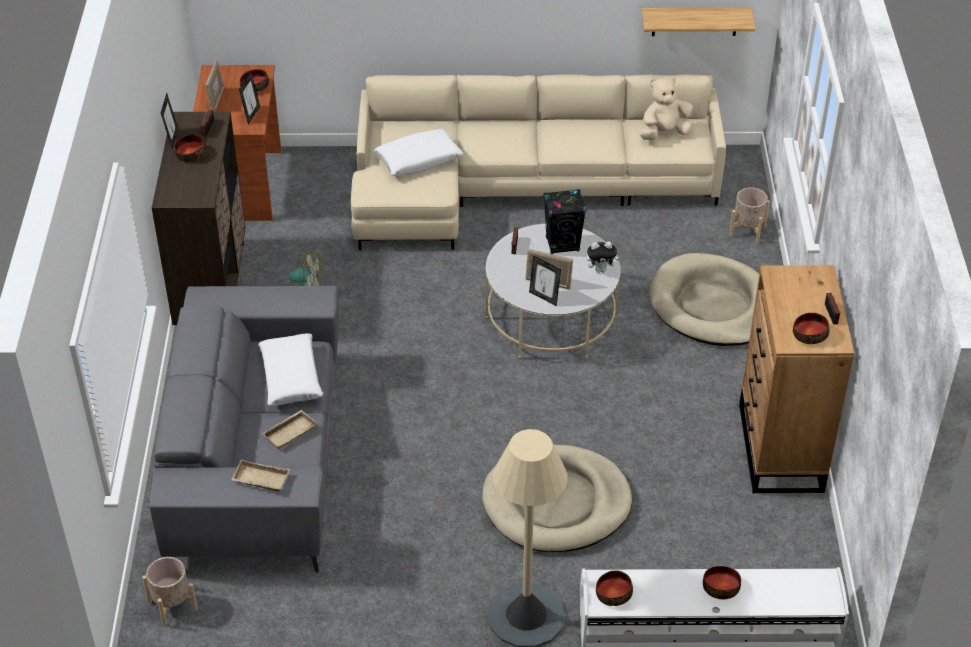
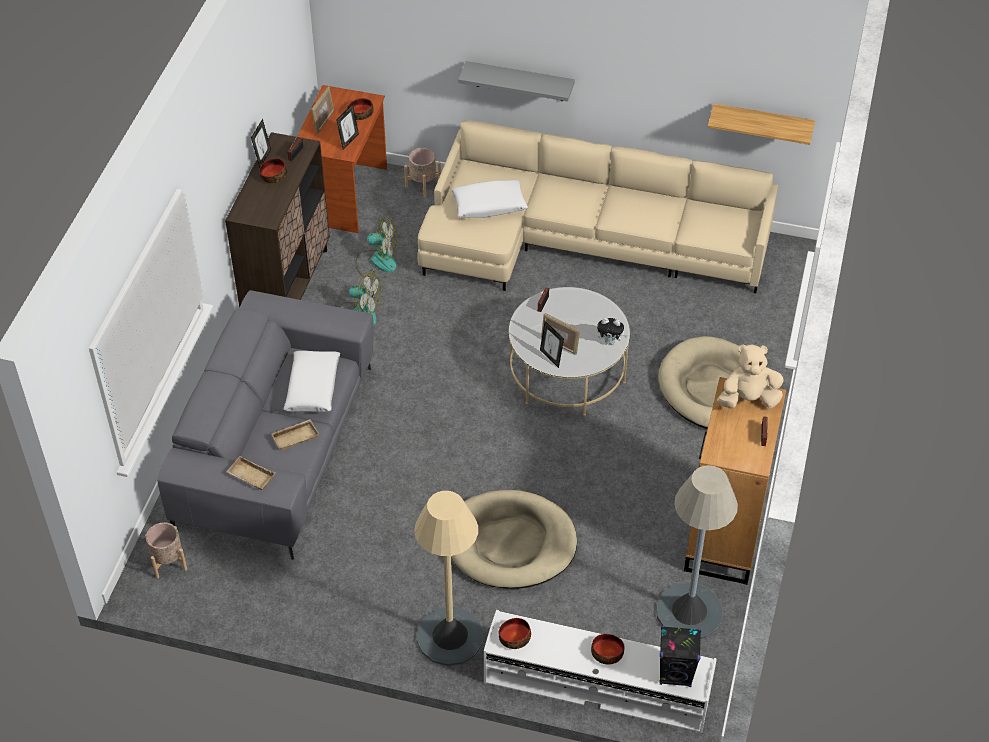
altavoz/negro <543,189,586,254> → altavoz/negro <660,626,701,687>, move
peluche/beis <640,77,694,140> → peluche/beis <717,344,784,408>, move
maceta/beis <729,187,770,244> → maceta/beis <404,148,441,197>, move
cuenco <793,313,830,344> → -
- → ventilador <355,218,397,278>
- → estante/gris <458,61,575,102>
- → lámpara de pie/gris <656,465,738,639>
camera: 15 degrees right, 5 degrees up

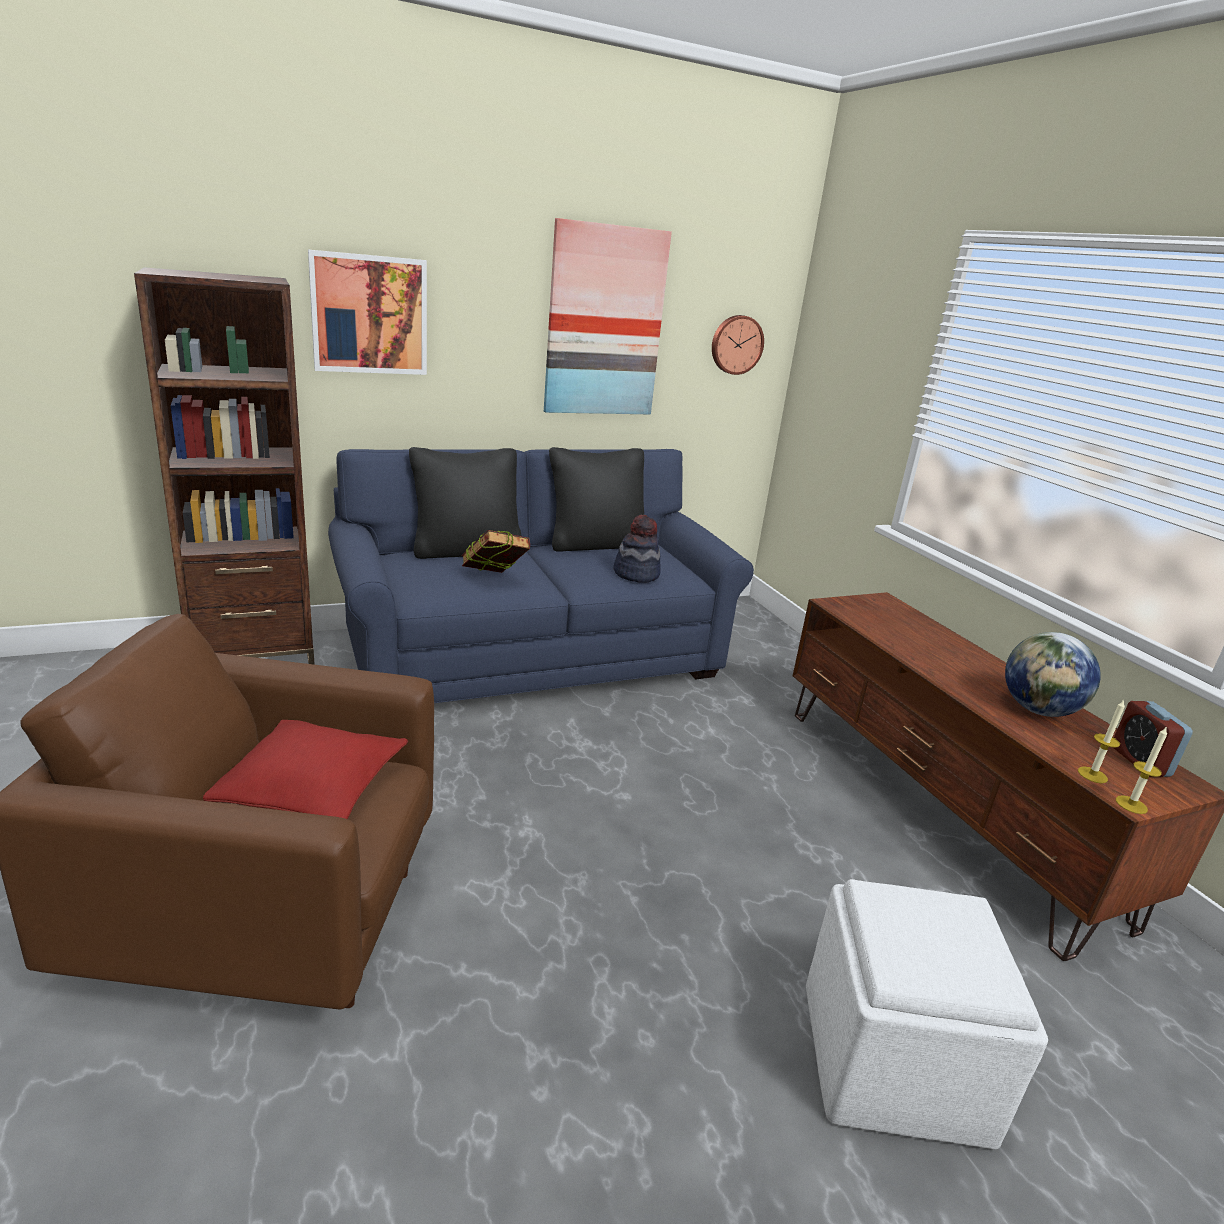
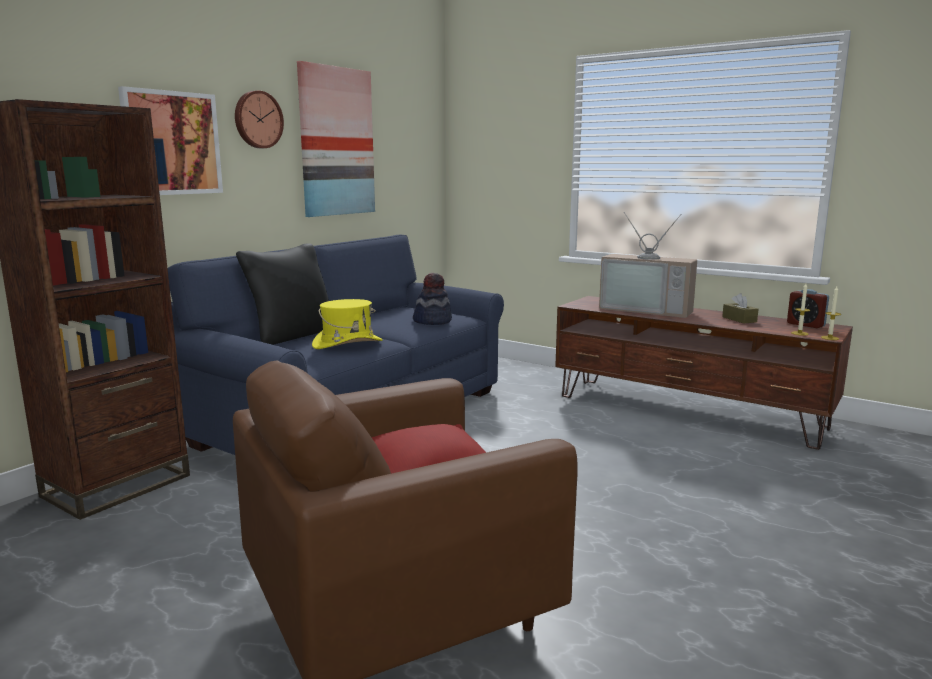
libro <462,530,530,573> → sombrero/amarillo <312,299,383,349>
cojín/negro <549,447,644,552> → -
reloj de pared <712,315,764,375> → reloj de pared <235,91,284,148>, move
puf/blanco <806,879,1048,1149> → -
globo terráqueo <1005,632,1101,717> → caja de pañuelos/marrón <722,293,758,323>
- → televisor <599,212,697,318>
camera: 30 degrees left, 10 degrees down

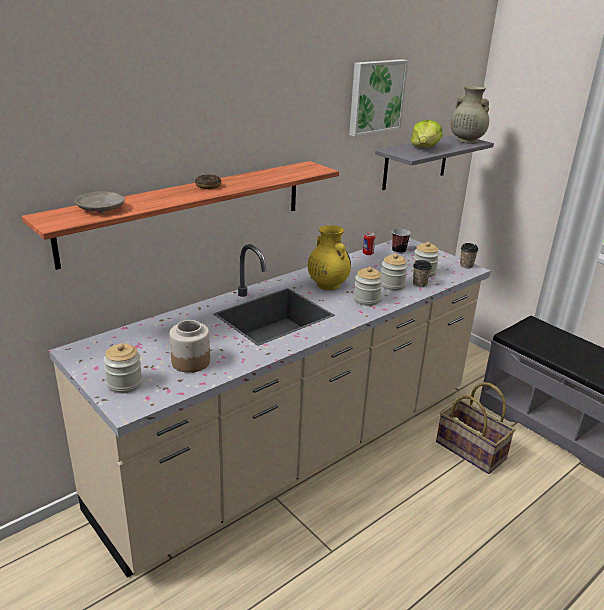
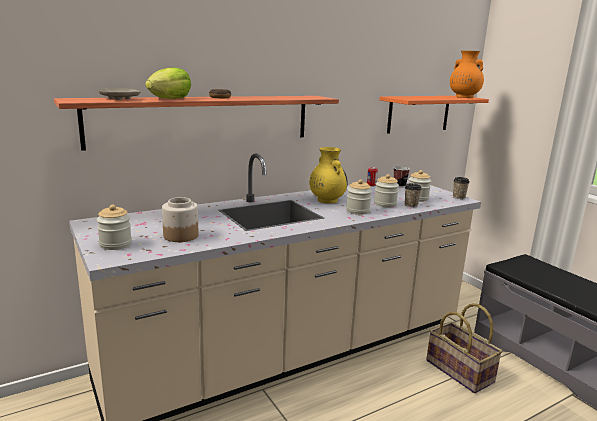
cuadro <349,59,408,137> → -
estante/gris <375,135,494,190> → estante/naranja <380,96,489,133>
lechuga <410,120,442,147> → lechuga <145,67,191,99>, move
florero/beis <450,86,489,144> → florero/naranja <450,51,484,98>
camera: 10 degrees right, 10 degrees down

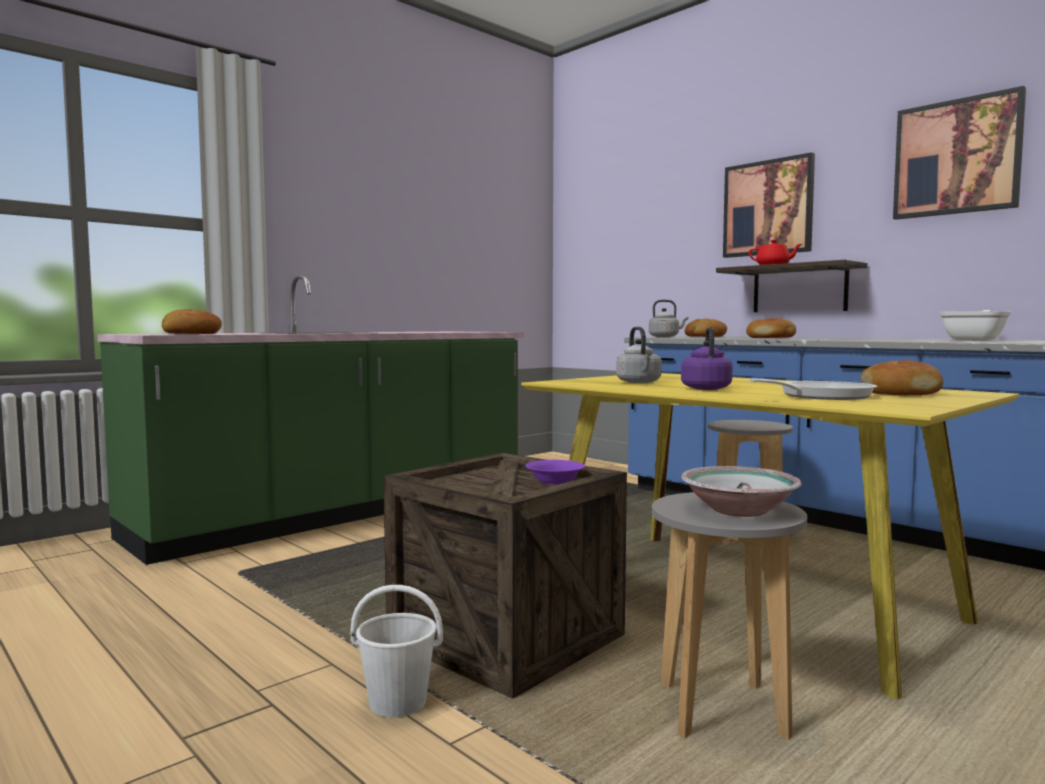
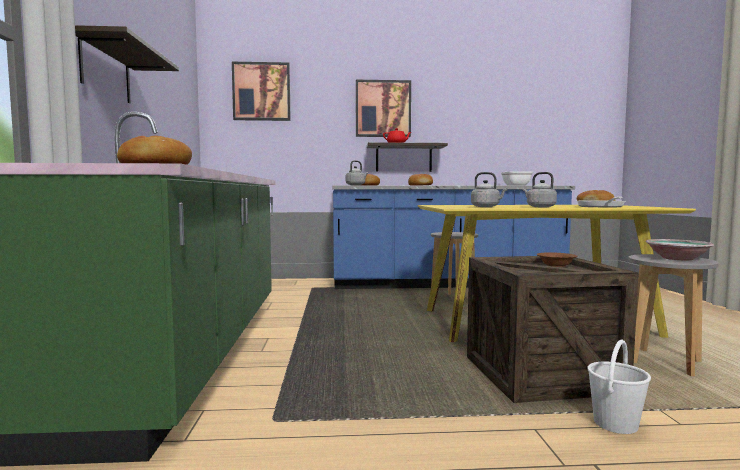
cuenco/morado <525,460,585,485> → cuenco/marrón <537,252,577,267>
hervidor/morado <681,327,733,390> → hervidor/gris <523,172,557,207>
cuadro <893,86,1026,220> → cuadro <232,62,291,121>, move
- → estante <75,25,179,103>
camera: 50 degrees left, 0 degrees up

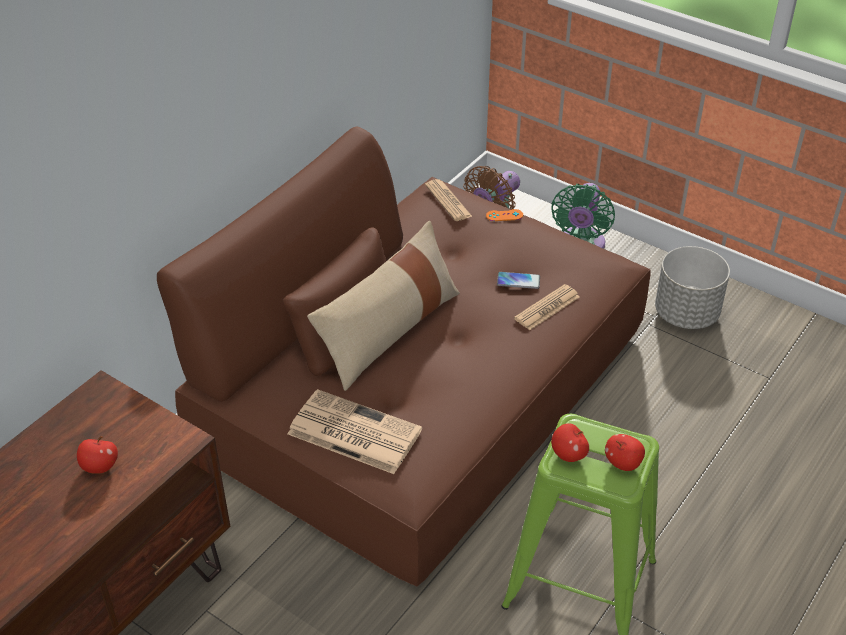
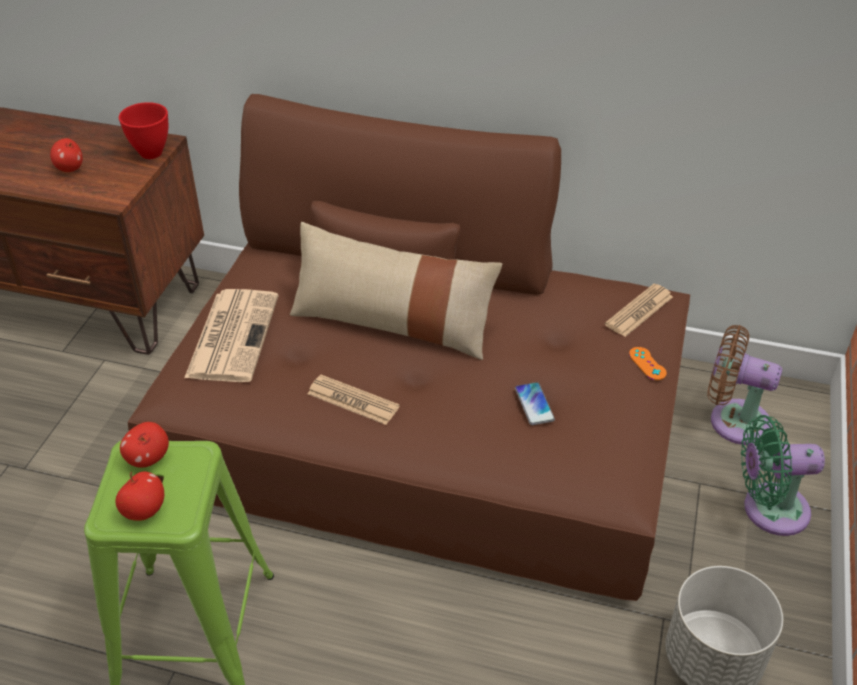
periódico <514,284,580,330> → periódico <307,374,400,425>, move
- → cuenco/rojo <119,102,168,159>
camera: 70 degrees right, 0 degrees up

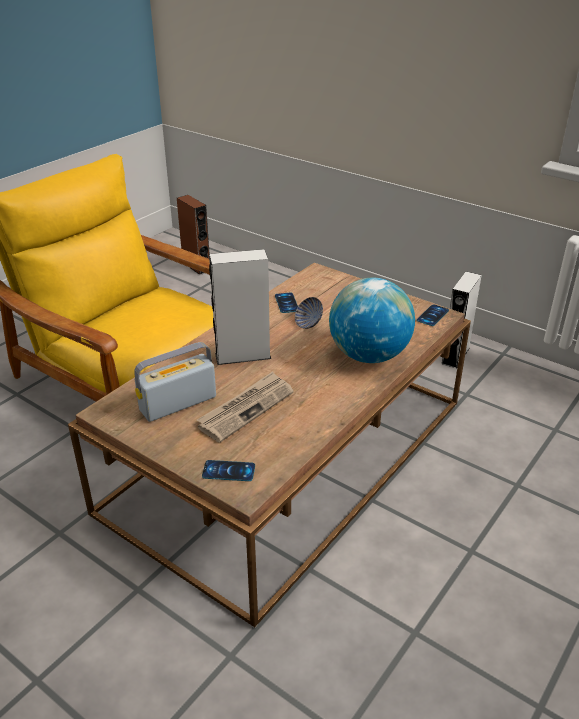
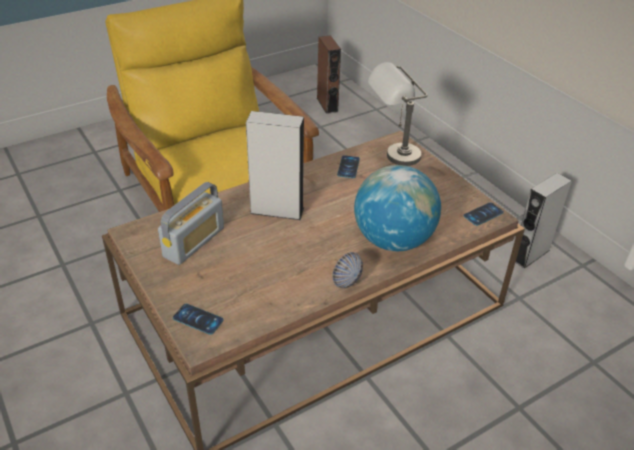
radio <134,342,216,422> → radio <158,182,224,265>, 135 degrees clockwise
periódico <197,371,293,442> → -
cuenco <295,297,323,329> → cuenco <332,252,363,288>, move
- → lámpara de mesa/gris <368,62,428,166>
camera: 20 degrees right, 5 degrees up

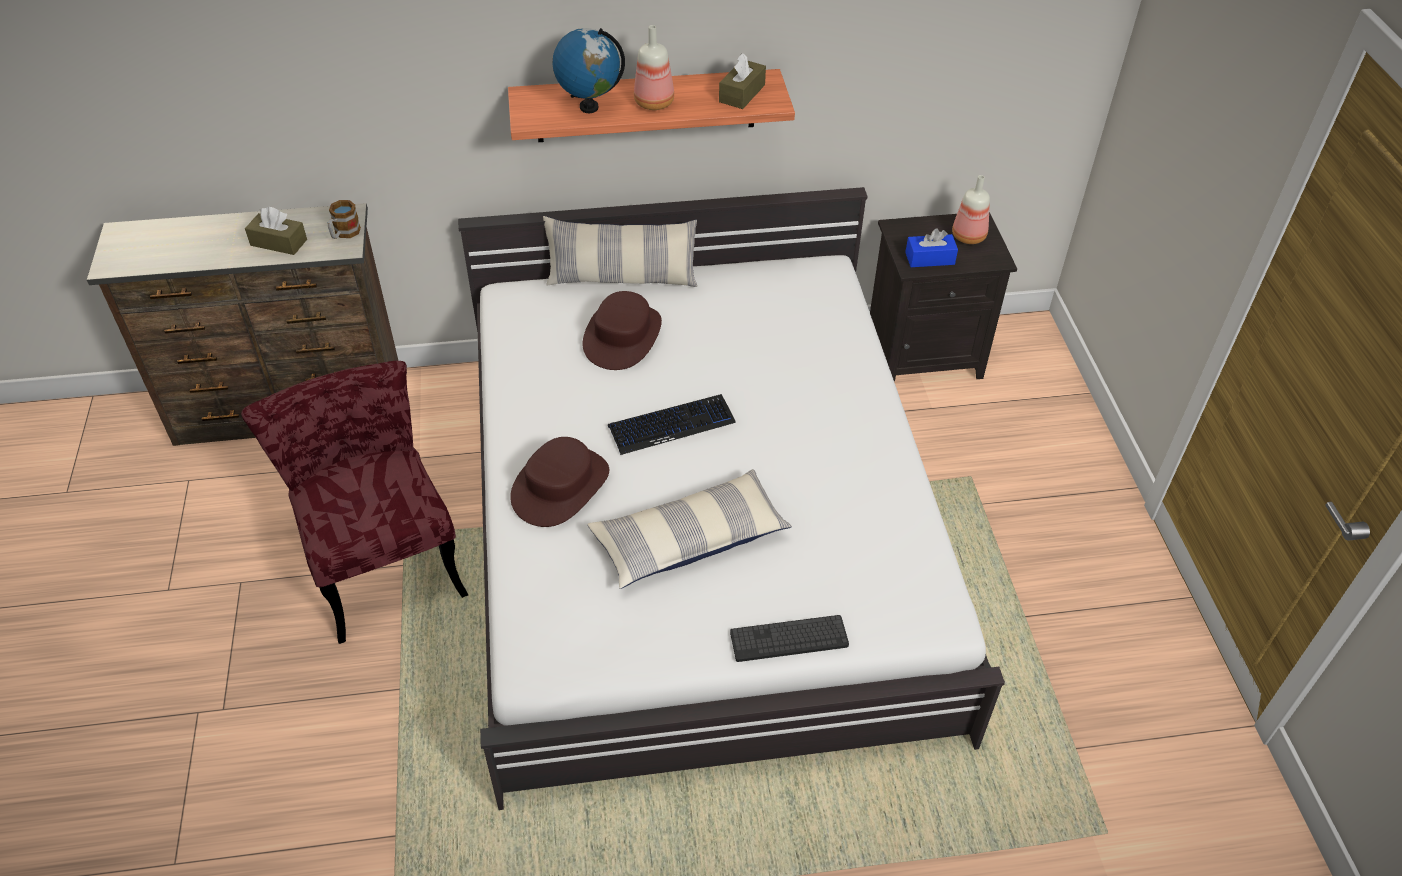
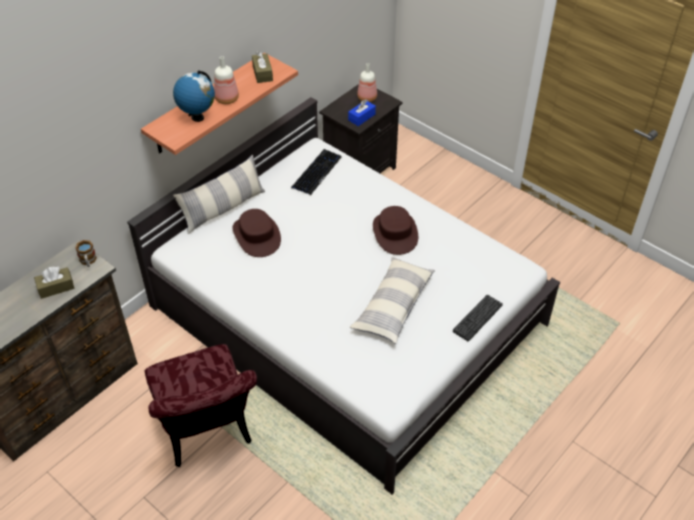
silla/rojo <241,361,468,644> → silla/rojo <145,344,257,467>, 135 degrees counterclockwise
sombrero/marrón <510,437,609,527> → sombrero/marrón <373,206,418,255>, move
teclado <608,394,736,455> → teclado <291,149,342,195>, move
camera: 40 degrees left, 0 degrees up

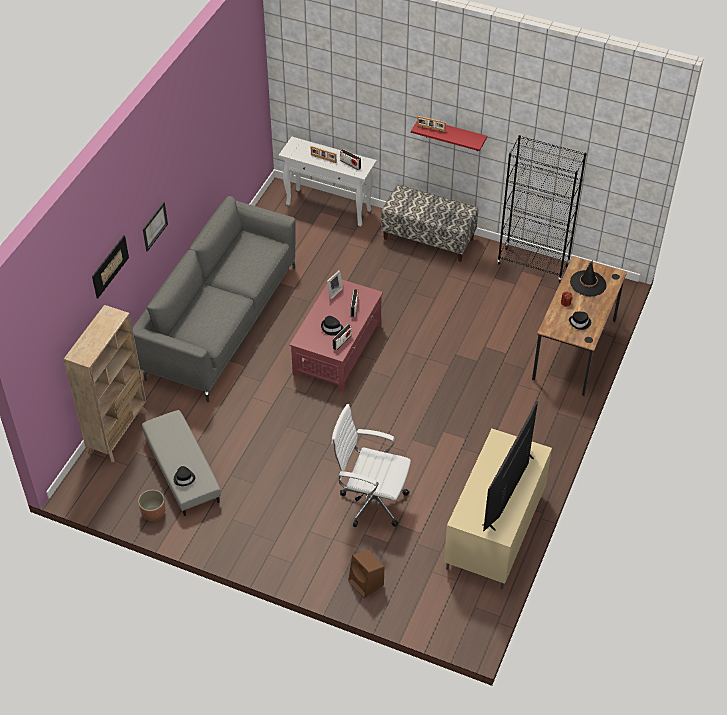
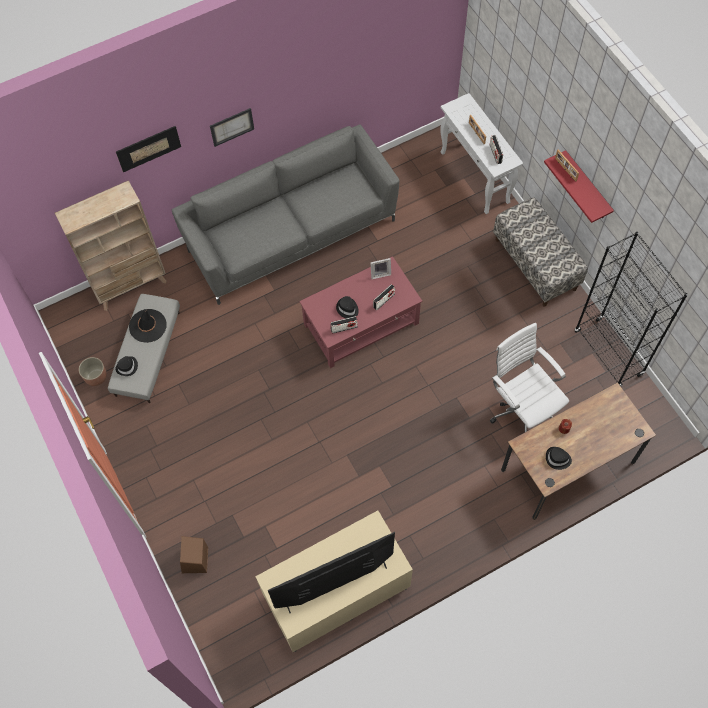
silla de oficina/blanco <331,404,411,527> → silla de oficina/blanco <490,323,569,432>, move
sombrero/negro <570,260,606,296> → sombrero/negro <129,309,167,343>, move
camera: 40 degrees right, 15 degrees up

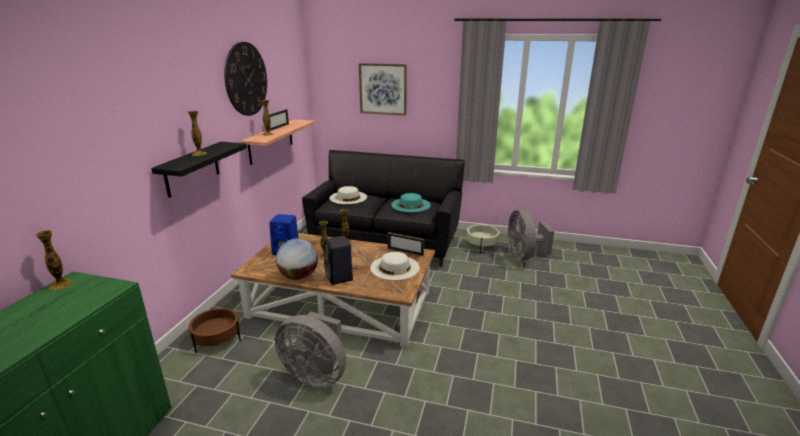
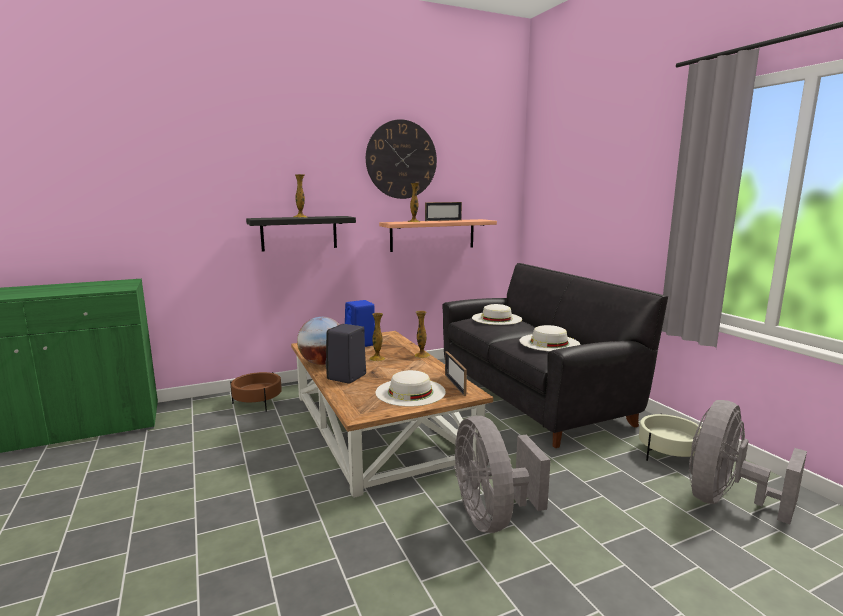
florero <35,230,73,290> → -
ventilador/gris <275,312,346,388> → ventilador/gris <454,416,551,533>, move
cuadro <359,63,407,115> → -
sombrero/turquesa <391,193,431,212> → sombrero/blanco <519,325,580,351>
camera: 50 degrees right, 10 degrees down

